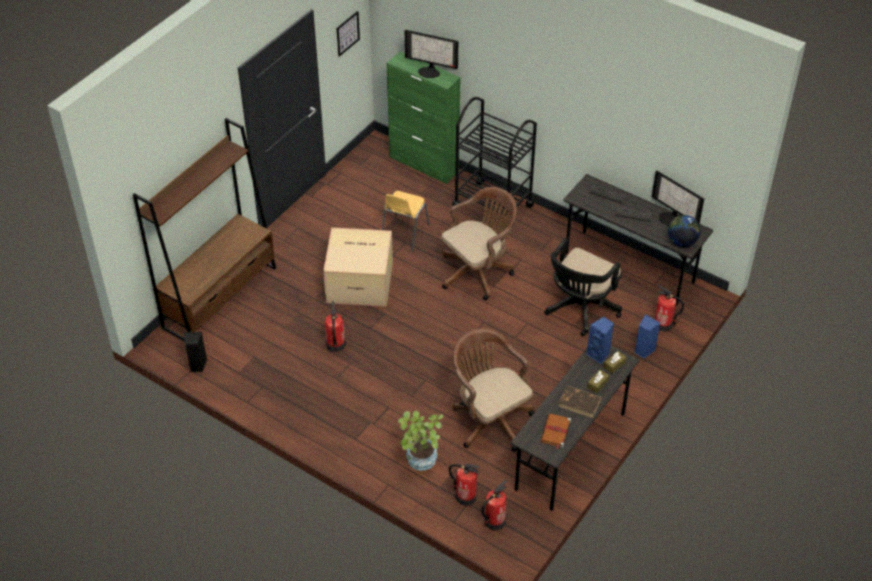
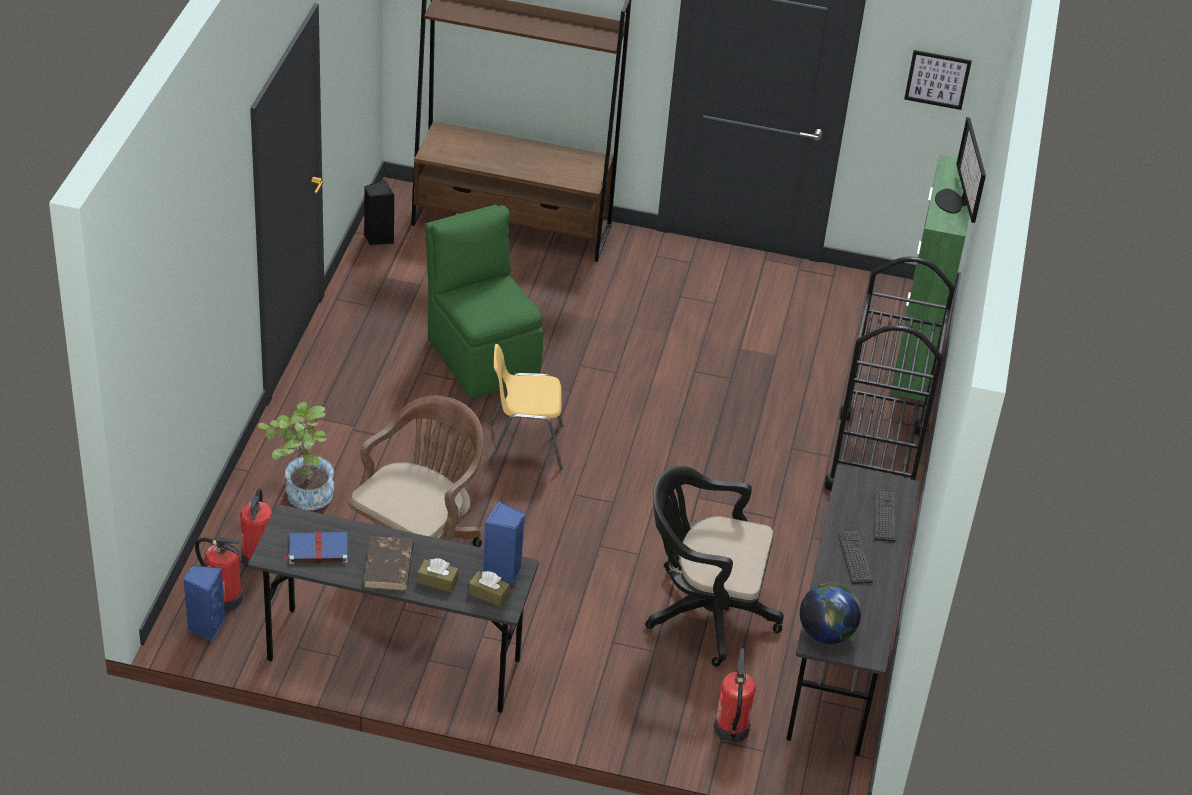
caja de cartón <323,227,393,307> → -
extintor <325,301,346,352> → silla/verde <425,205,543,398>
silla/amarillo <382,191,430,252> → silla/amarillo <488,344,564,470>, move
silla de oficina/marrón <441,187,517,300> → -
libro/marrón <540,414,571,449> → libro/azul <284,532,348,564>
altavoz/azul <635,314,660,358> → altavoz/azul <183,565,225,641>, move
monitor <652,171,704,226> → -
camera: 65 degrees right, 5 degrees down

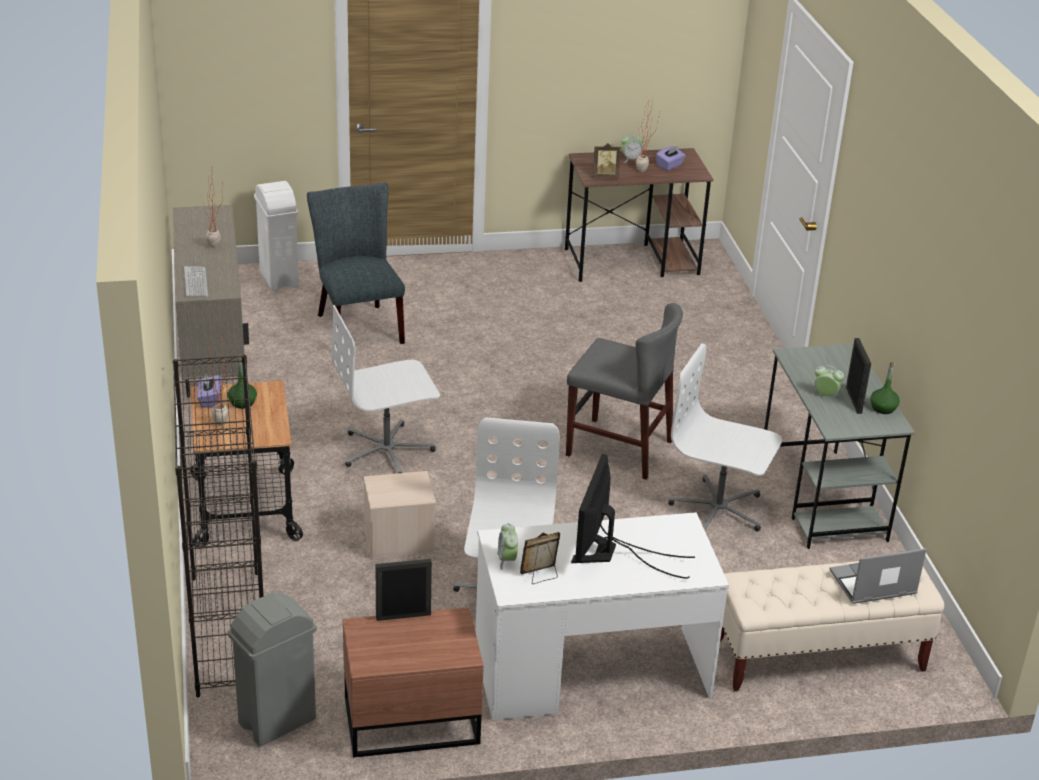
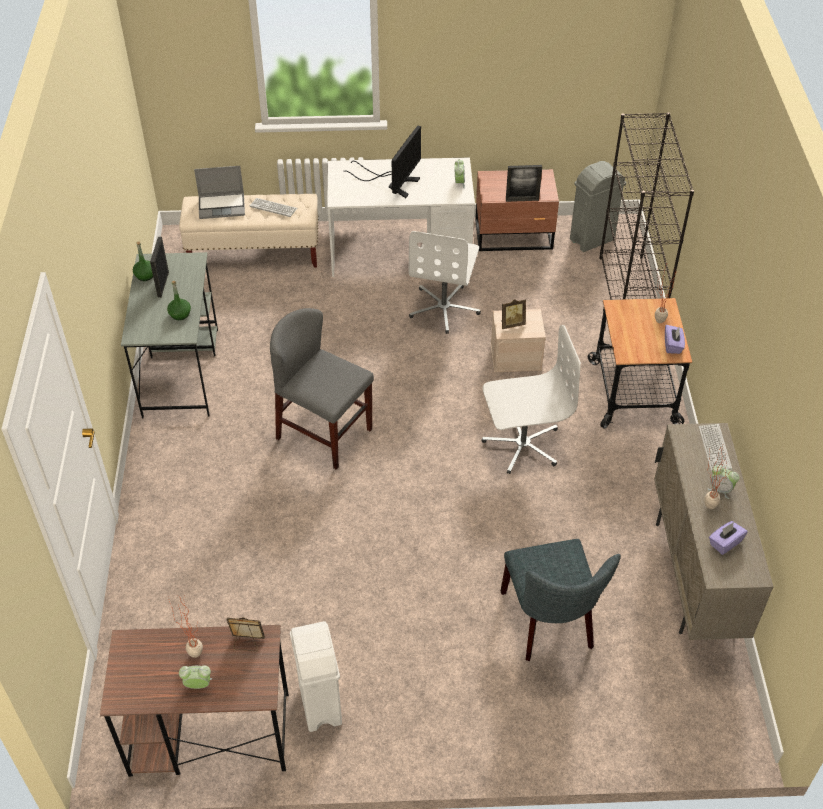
botella/verde <228,355,257,409> → botella/verde <167,281,191,320>, move
papelera/blanco <254,181,299,291> → papelera/blanco <290,621,342,732>, move
portarretratos <520,532,560,584> → portarretratos <501,299,526,329>, move
caja de pañuelos/morado <656,146,686,171> → caja de pañuelos/morado <709,521,748,555>, move
silla de oficina/blanco <668,343,782,532> → -
despertador <814,365,844,396> → despertador <708,465,740,499>, move
- → teclado <250,198,297,217>
camera: 170 degrees left, 15 degrees up

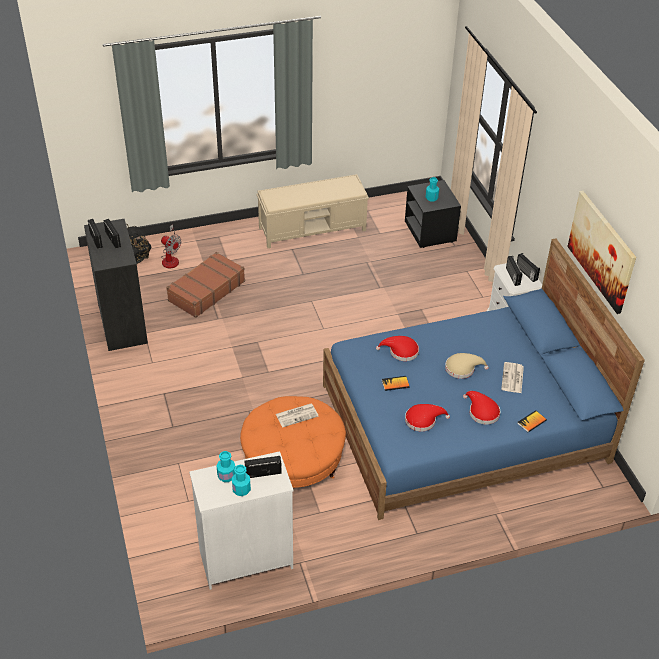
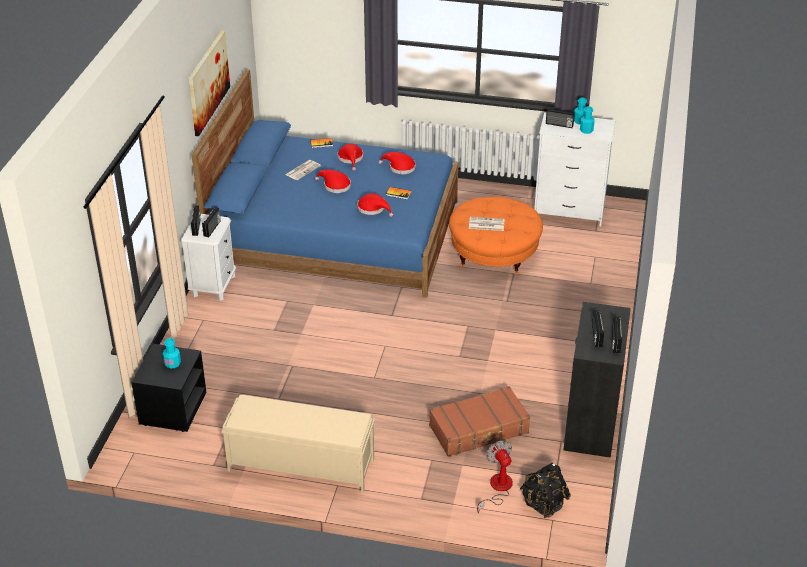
sombrero/beis <445,353,489,379> → sombrero/rojo <315,169,351,193>
camera: 150 degrees left, 5 degrees down

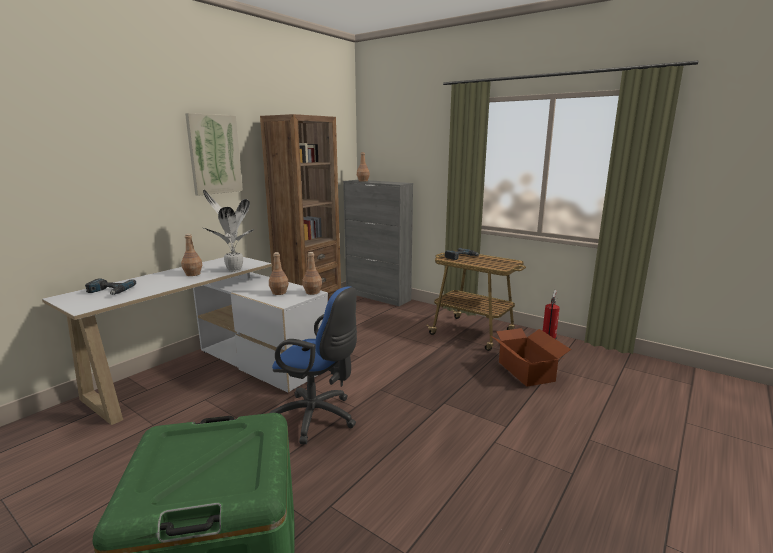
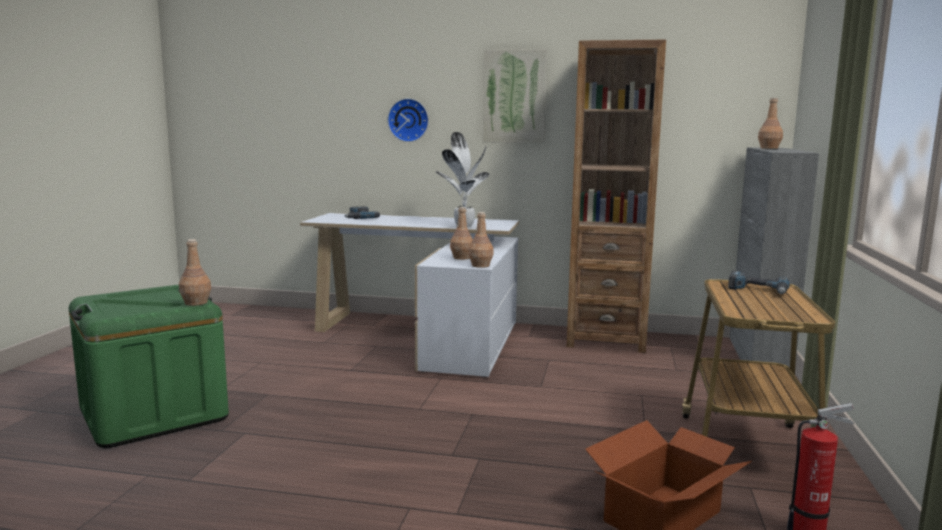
botella/marrón <181,234,202,276> → botella/marrón <179,239,211,306>, move
silla de oficina/azul <269,286,357,444> → -
- → reloj de pared <388,98,429,142>
camera: 65 degrees right, 5 degrees down

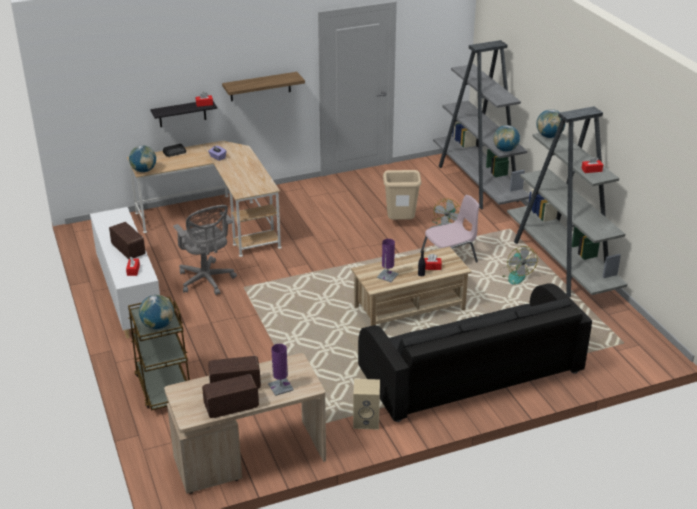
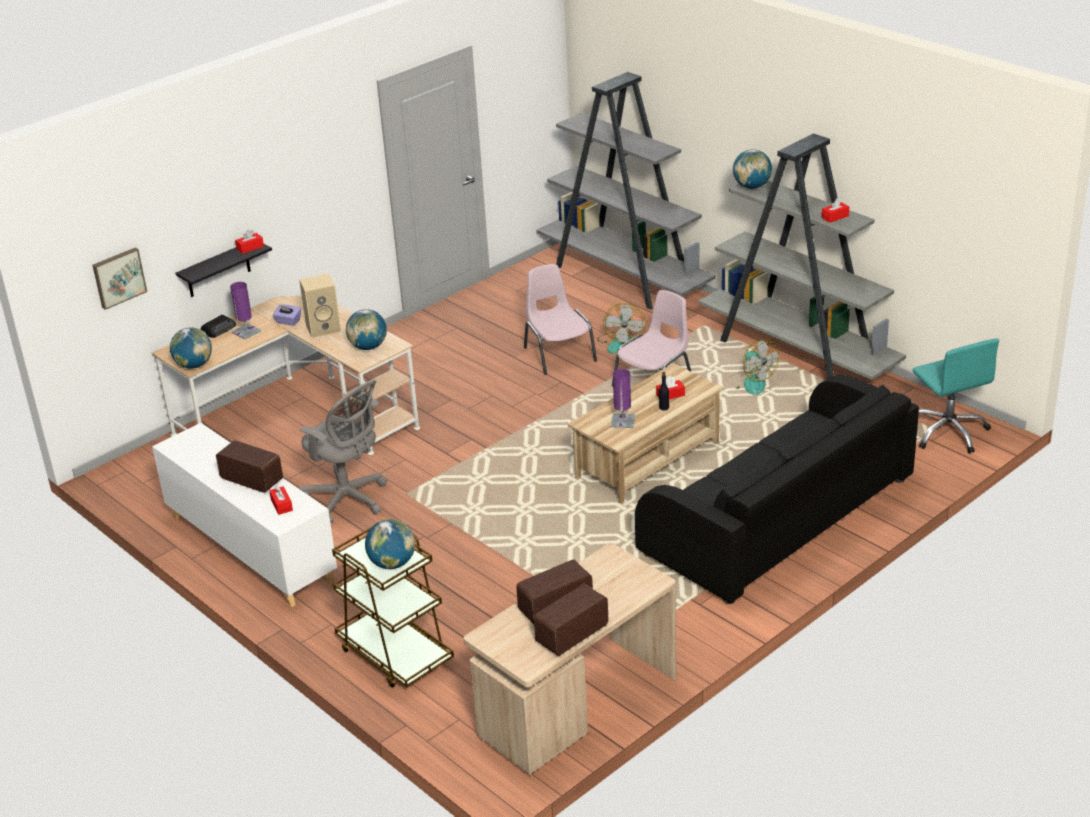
estante <222,72,305,101> → -
lámpara de mesa/morado <268,344,294,396> → lámpara de mesa/morado <230,282,261,340>, move
altavoz/beis <353,379,380,430> → altavoz/beis <299,273,341,338>, move
papelera/beis <383,170,421,220> → silla/rosa <524,264,597,375>
globo terráqueo <493,125,520,152> → globo terráqueo <346,309,387,350>, move
- → cuadro <92,247,147,310>
- → silla de oficina/turquesa <913,338,999,454>
camera: 20 degrees left, 0 degrees up

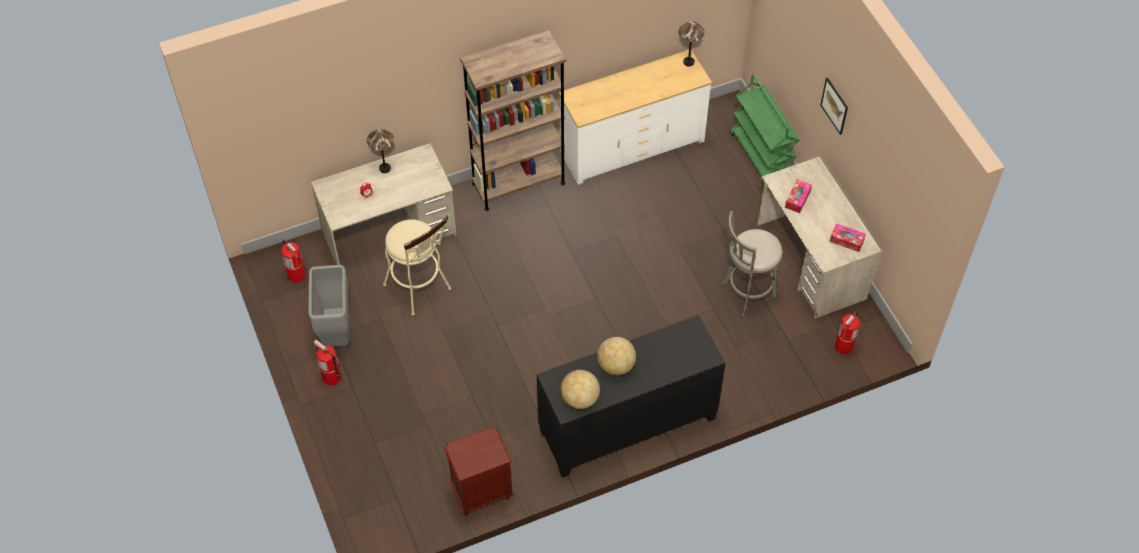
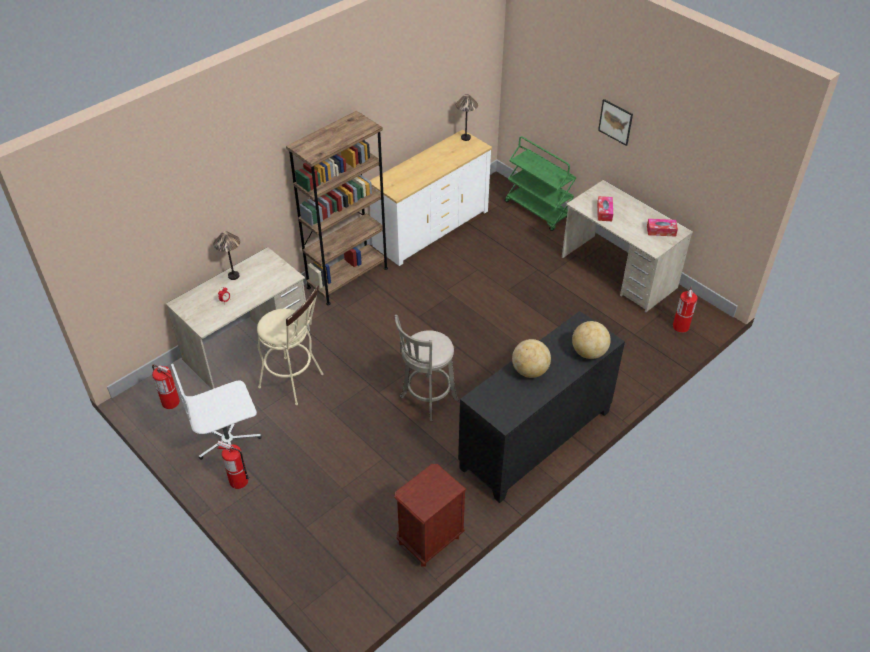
papelera/gris <308,265,349,347> → silla de oficina/blanco <171,364,262,460>
globo terráqueo <561,370,600,409> → globo terráqueo <572,321,611,359>, move
taburete/gris <722,211,782,317> → taburete/gris <394,314,458,422>, move
camera: 20 degrees left, 10 degrees down

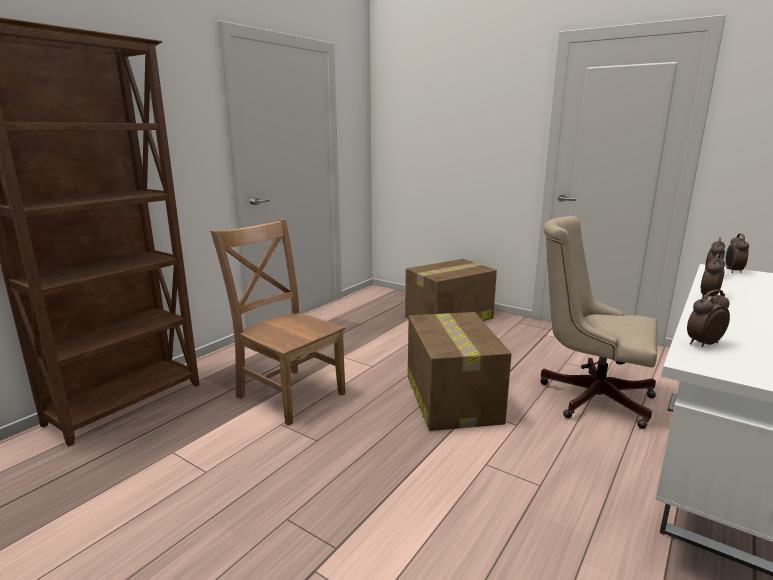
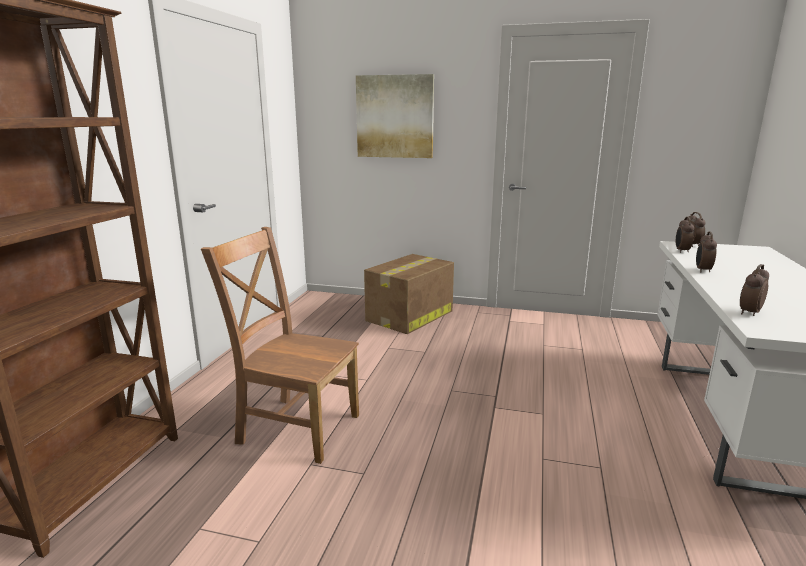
caja de cartón <408,312,512,431> → -
silla de oficina/beis <540,216,658,429> → -
- → cuadro <356,74,434,158>
camera: 20 degrees left, 0 degrees up

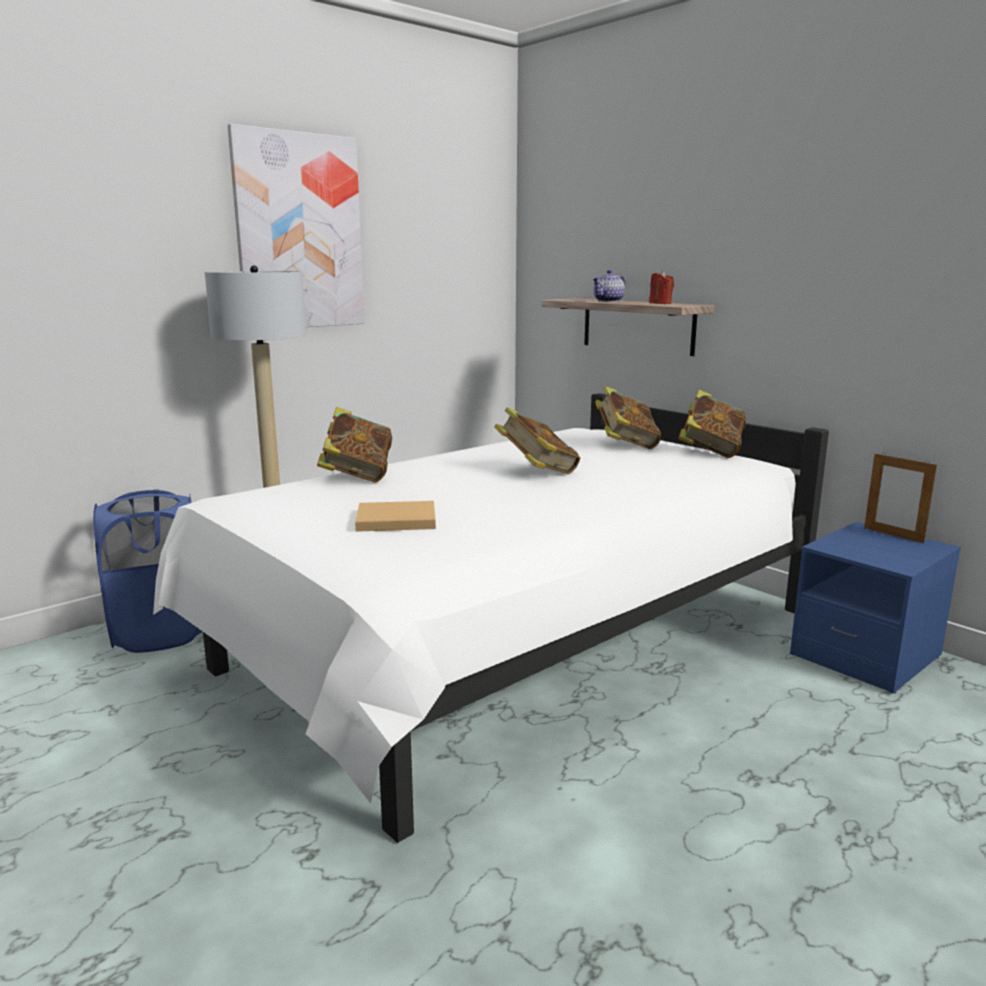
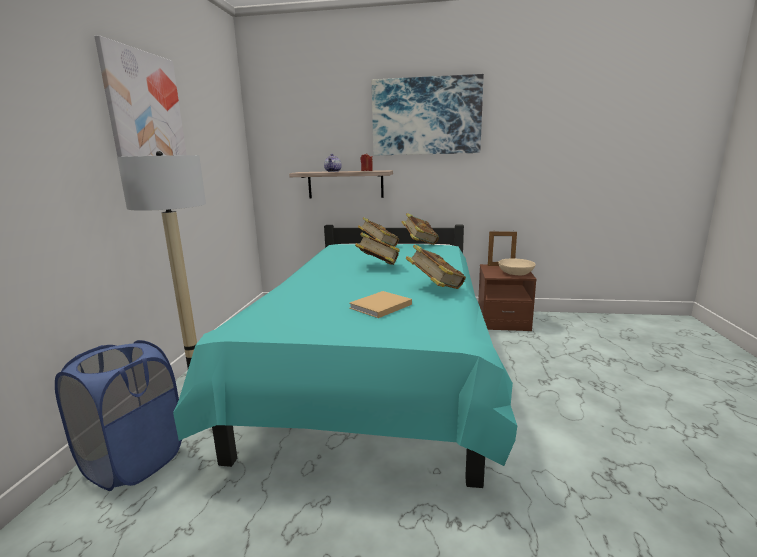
cama/blanco <153,393,829,843> → cama/turquesa <173,225,517,488>
libro <317,407,392,482> → libro <406,244,466,289>, move
mesita de noche/azul <790,522,961,693> → mesita de noche/marrón <478,264,537,331>
- → cuadro <372,74,484,155>
- → cuenco/beis <498,259,536,275>
camera: 40 degrees left, 0 degrees up

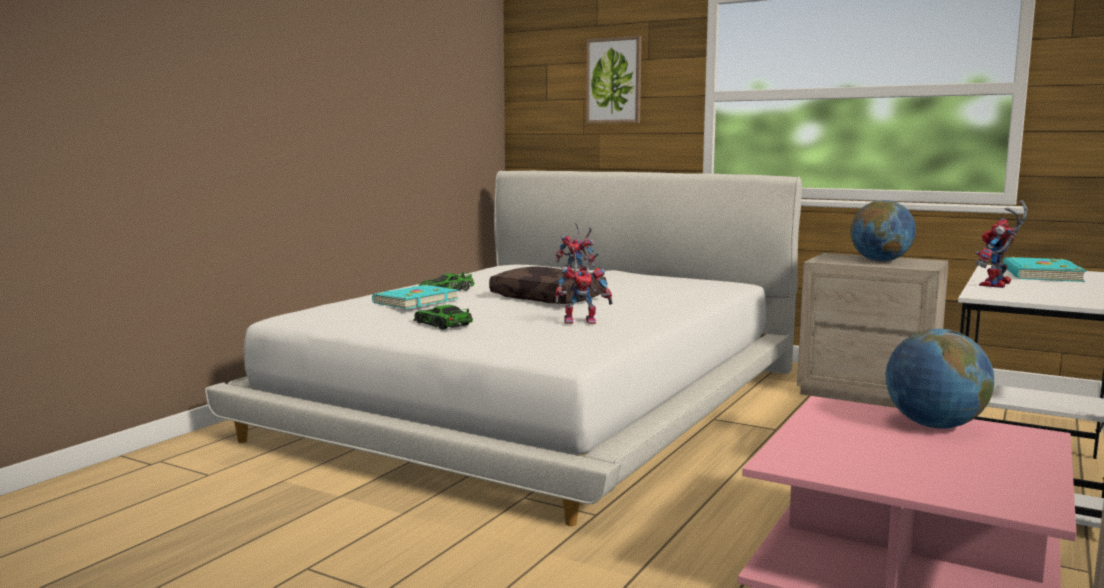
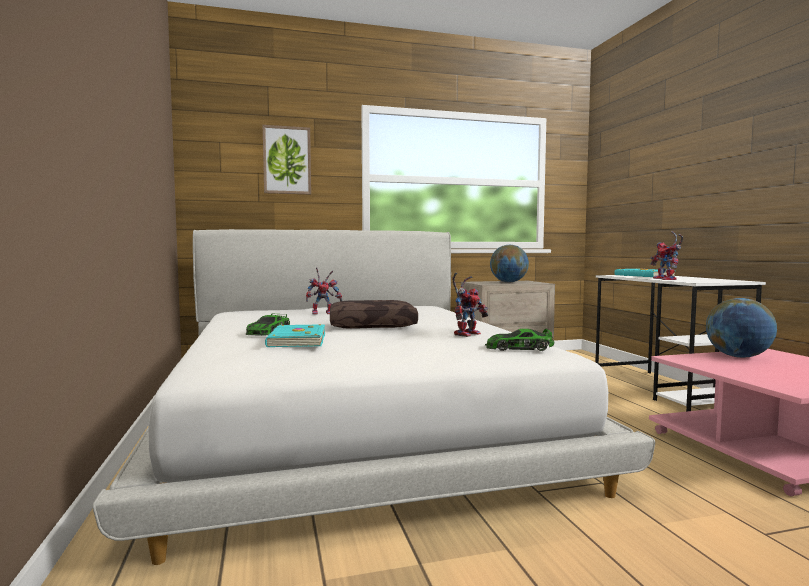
coche de juguete <413,305,473,330> → coche de juguete <485,329,554,351>, move
camera: 45 degrees left, 5 degrees down

